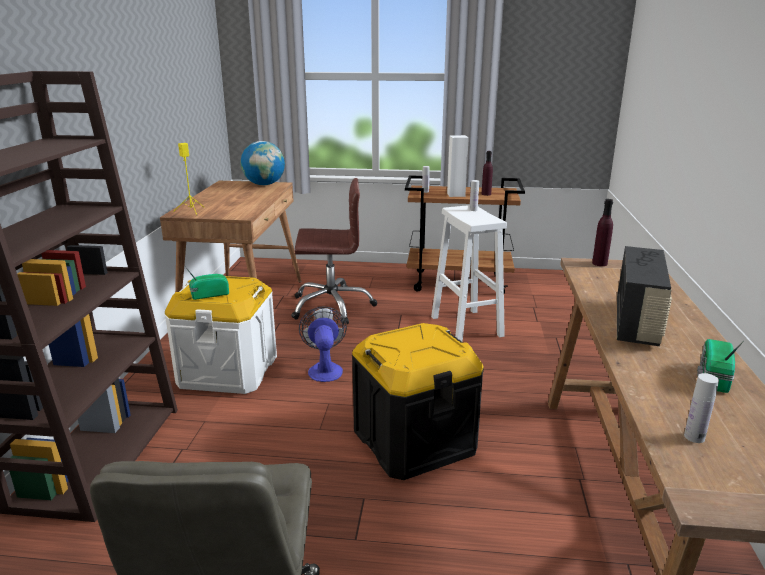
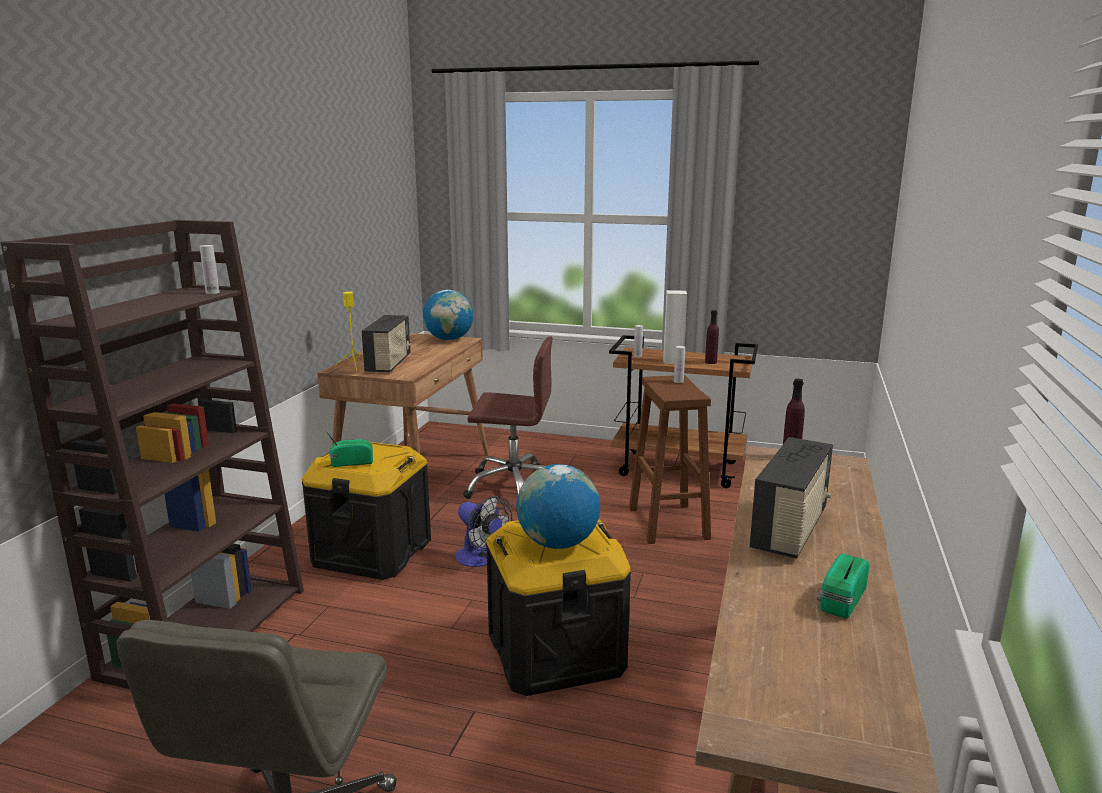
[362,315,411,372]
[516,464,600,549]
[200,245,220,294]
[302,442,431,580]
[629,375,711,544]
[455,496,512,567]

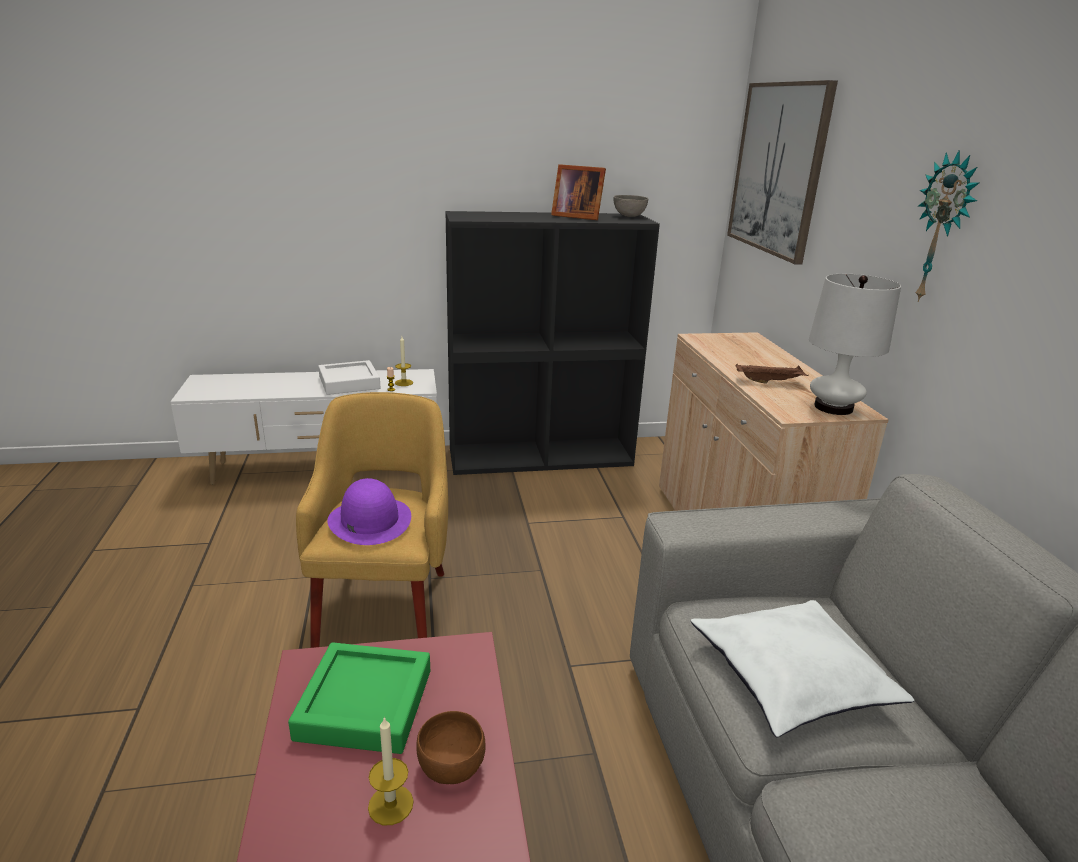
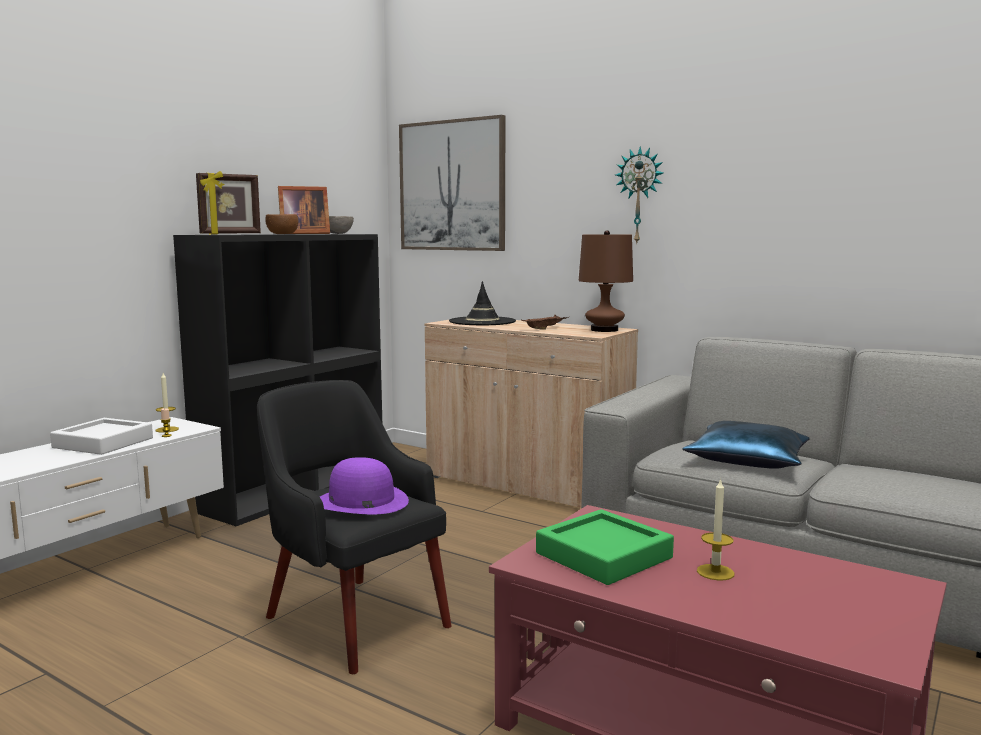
[196,171,261,235]
[449,281,516,326]
[266,214,298,234]
[257,380,452,674]
[682,421,810,469]
[579,230,633,332]

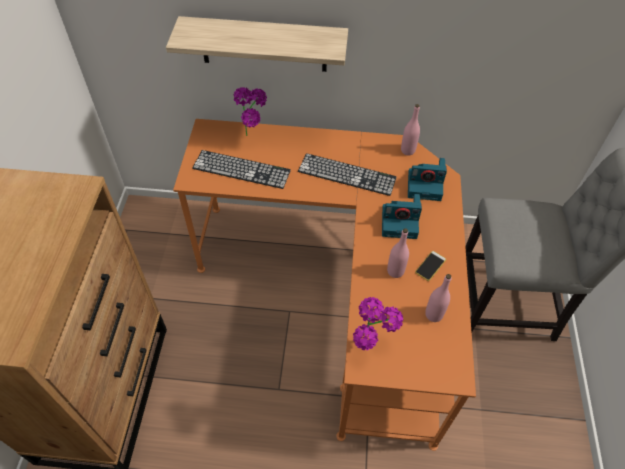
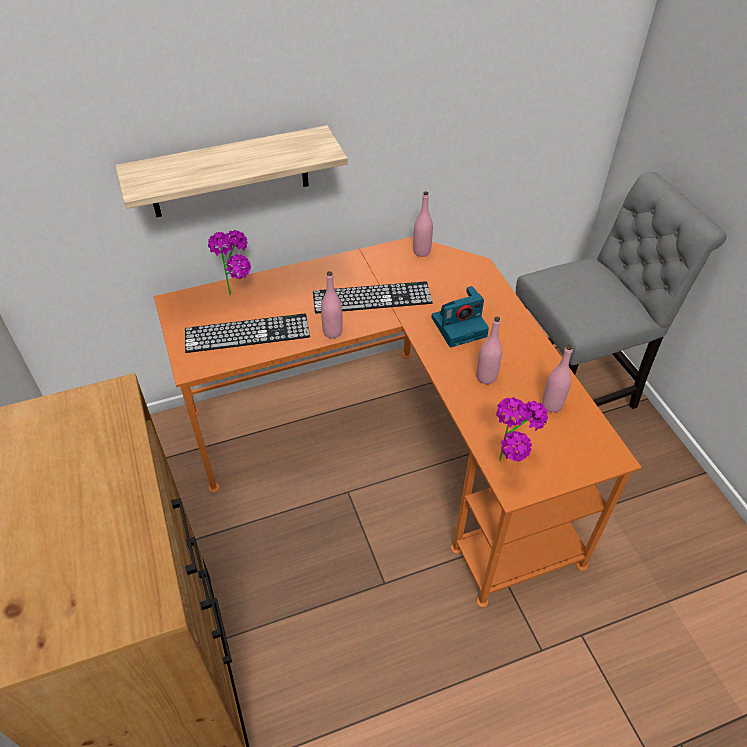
[408,158,447,201] (first image)
[415,251,446,281] (first image)
[321,271,343,339]

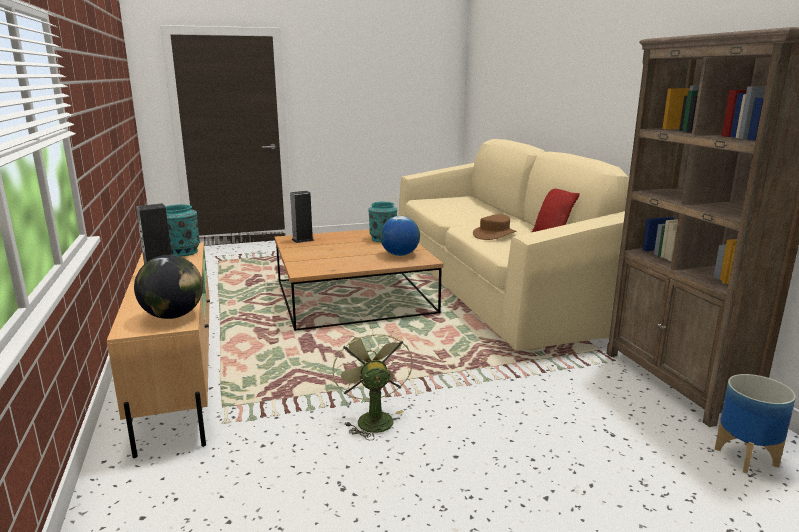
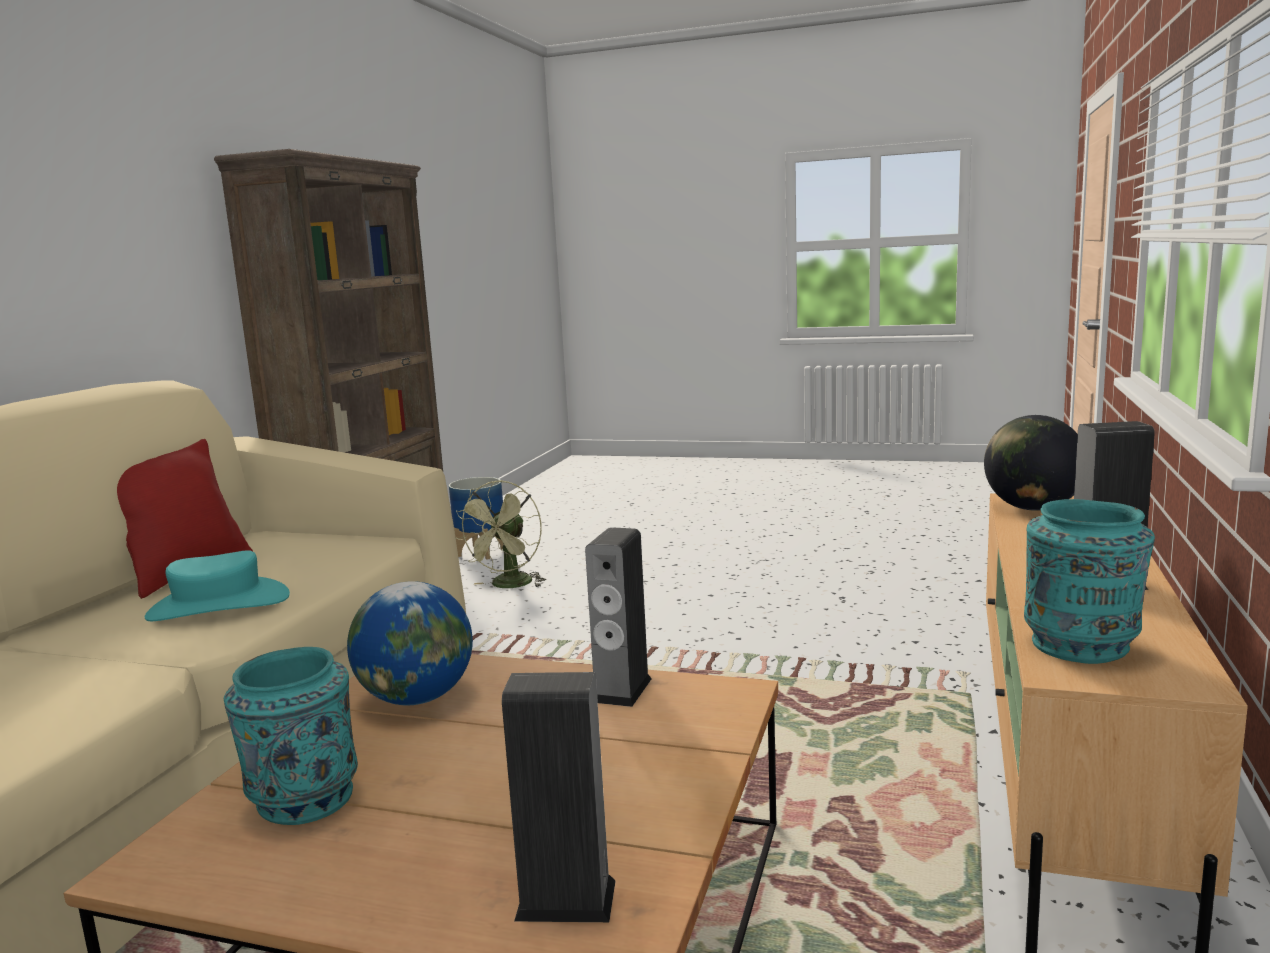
[585,527,652,707]
[456,480,546,588]
[145,550,290,621]

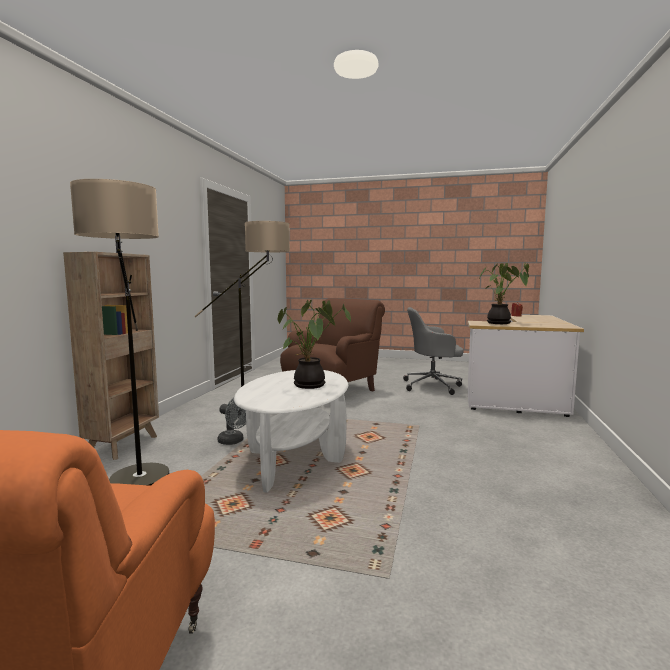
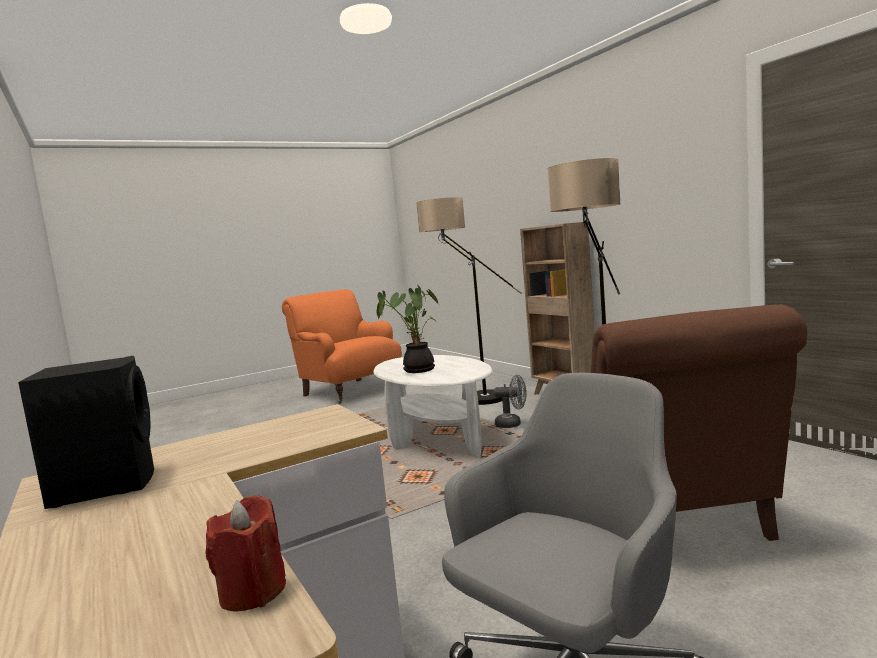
[479,263,529,324] (first image)
[18,356,154,509]
[494,375,527,428]

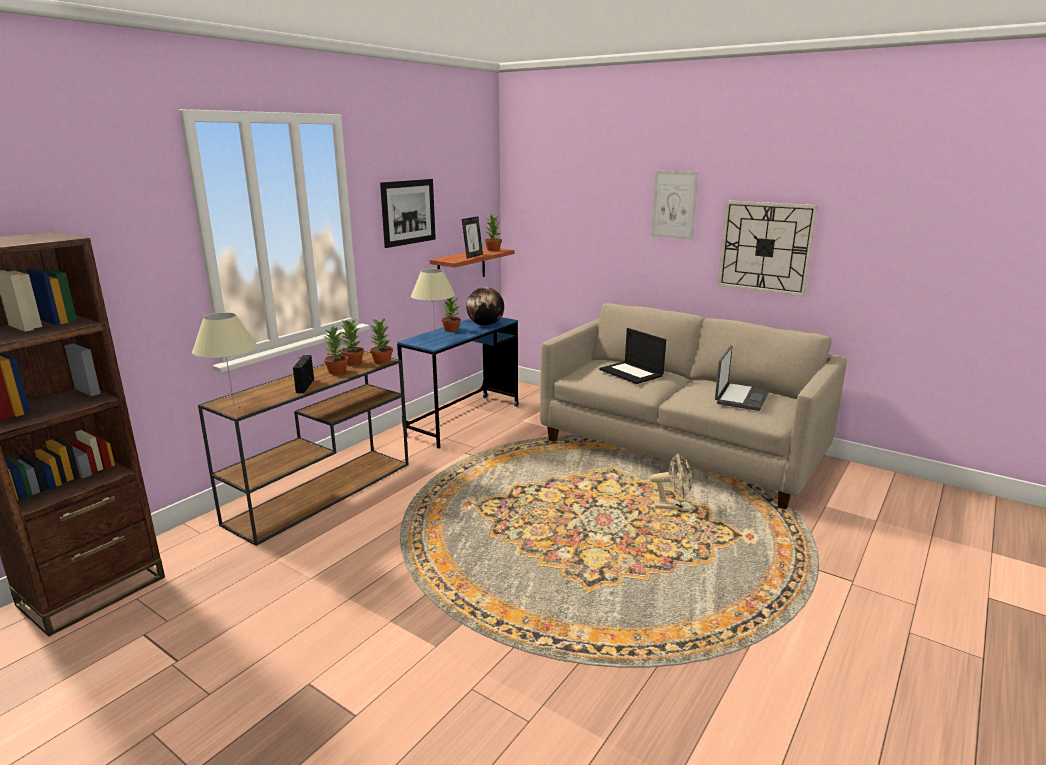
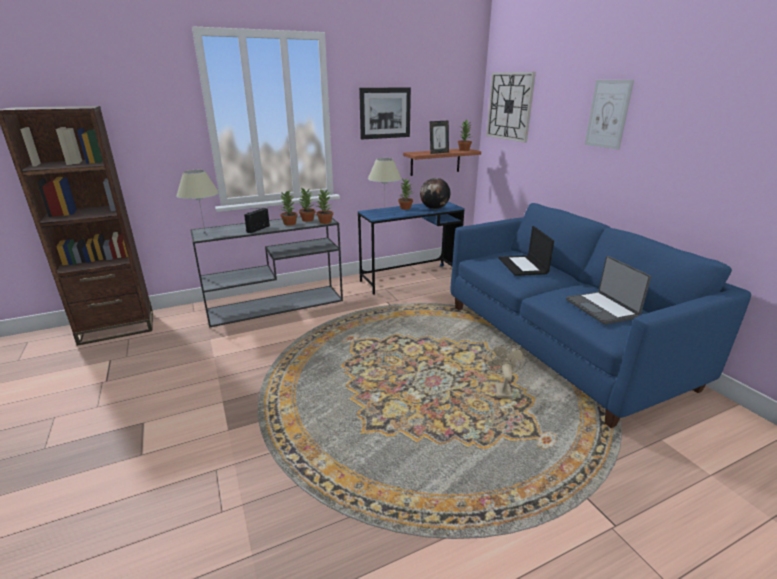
[486,72,536,143]
[190,215,343,328]
[450,203,751,428]
[485,344,527,399]
[566,256,651,325]

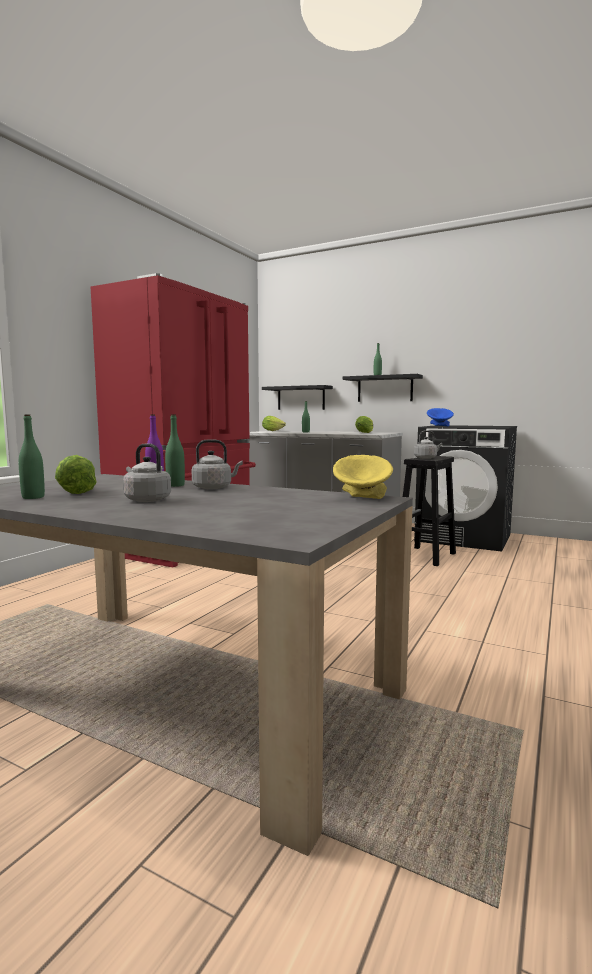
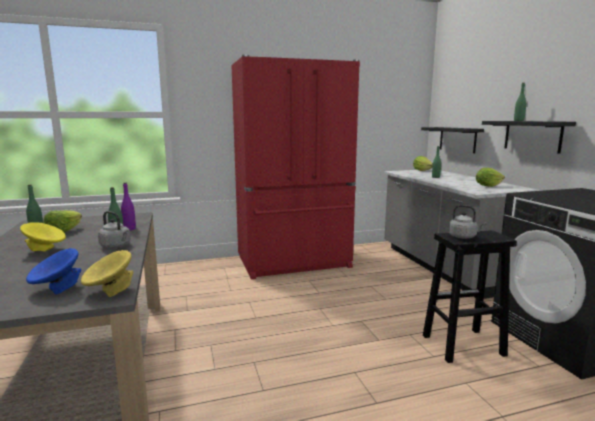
[26,248,81,294]
[20,222,66,251]

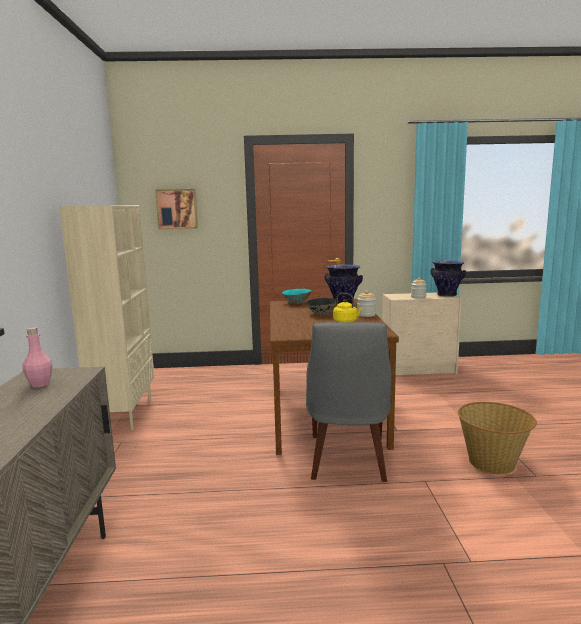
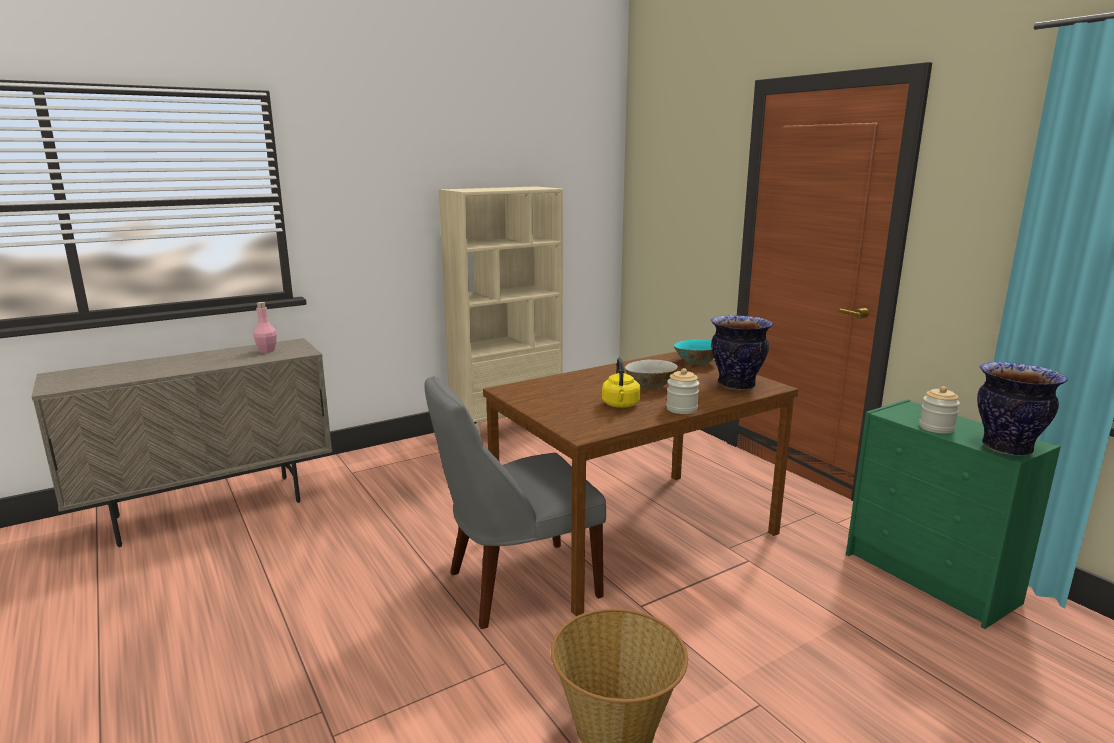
[155,189,198,229] (first image)
[625,360,678,389]
[846,399,1061,629]

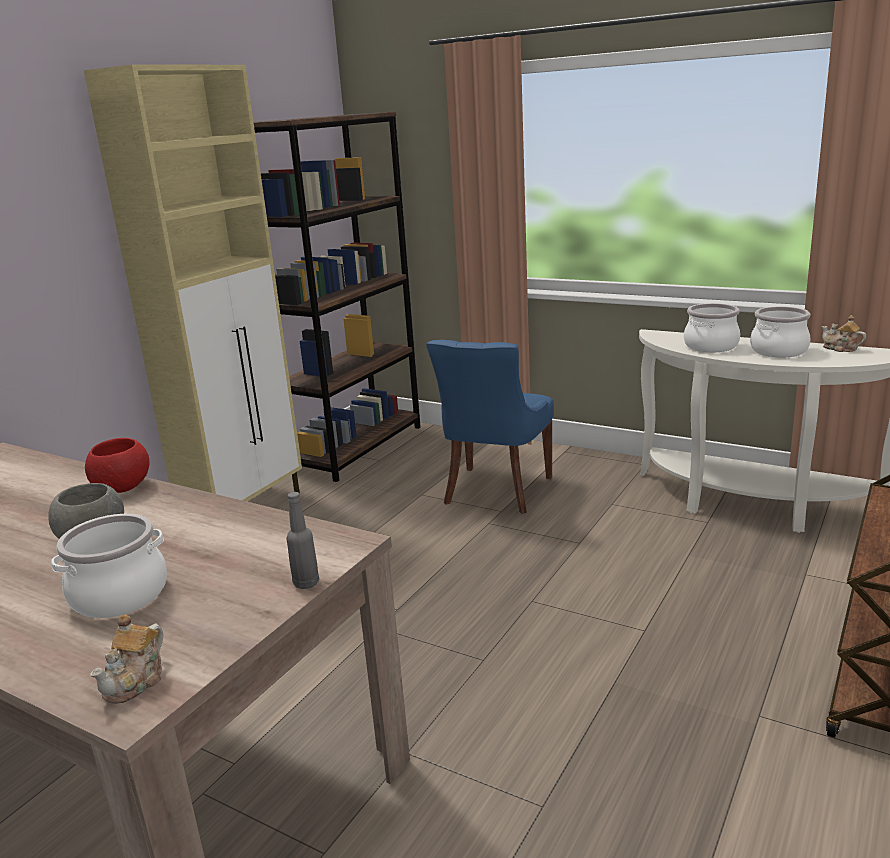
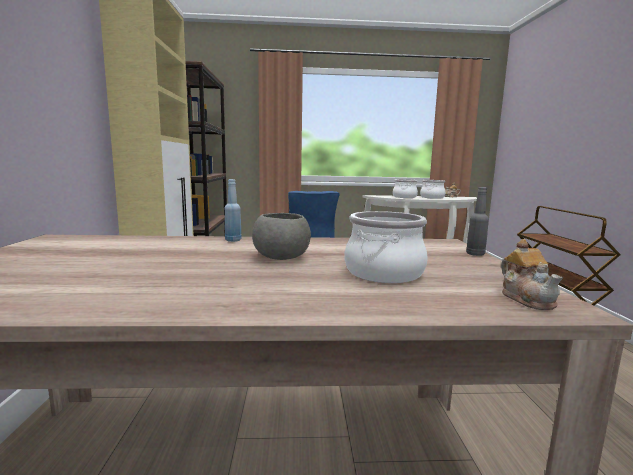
[225,179,241,242]

